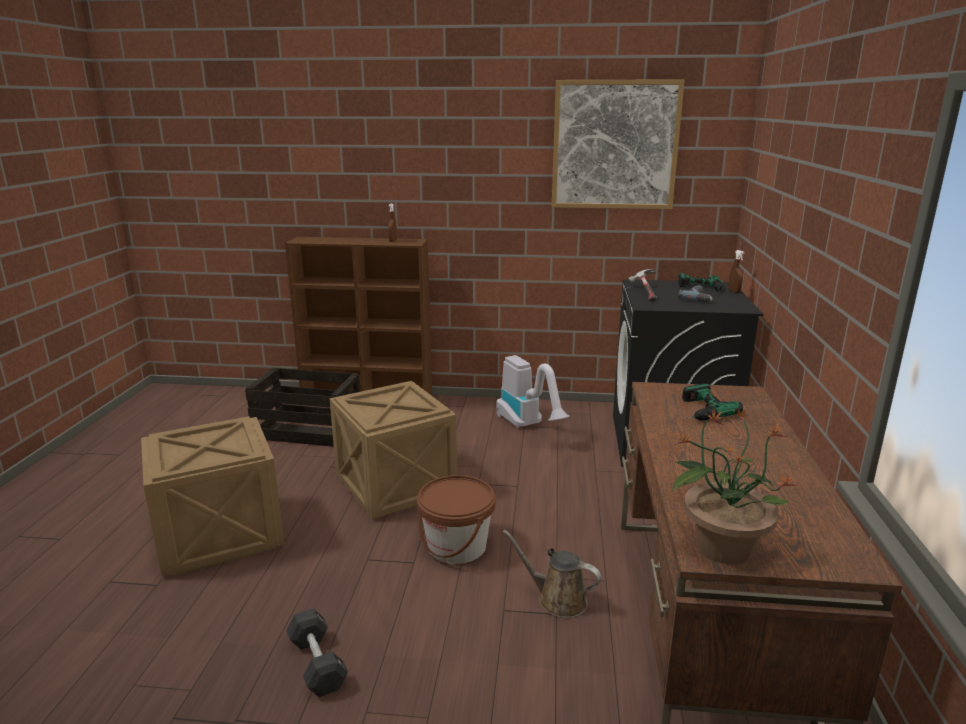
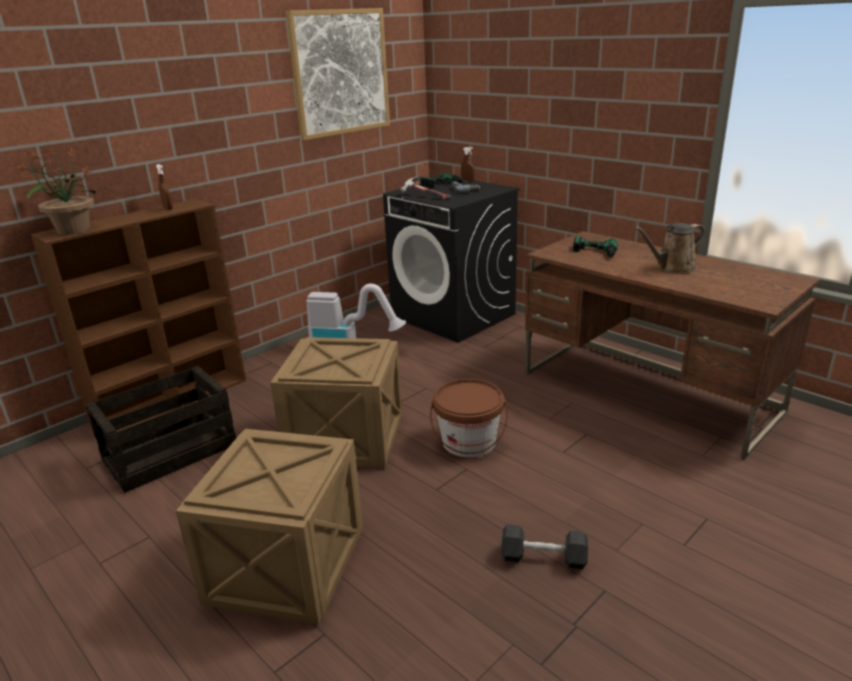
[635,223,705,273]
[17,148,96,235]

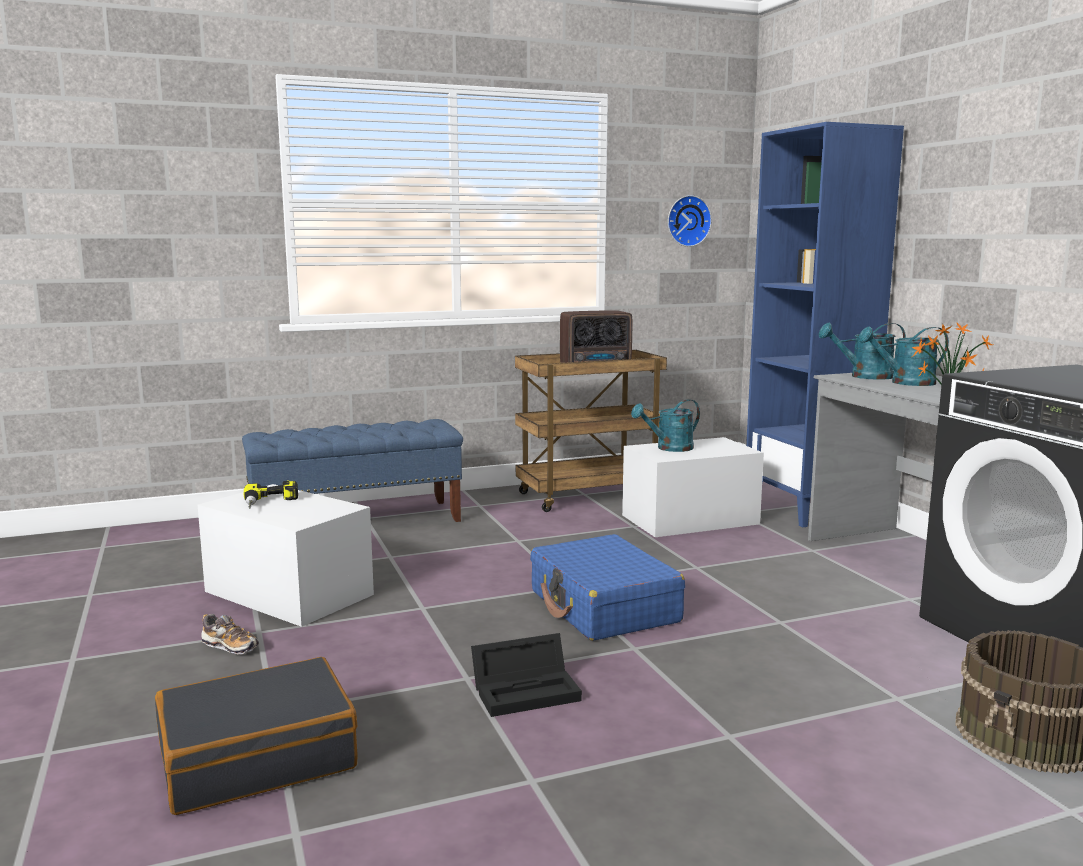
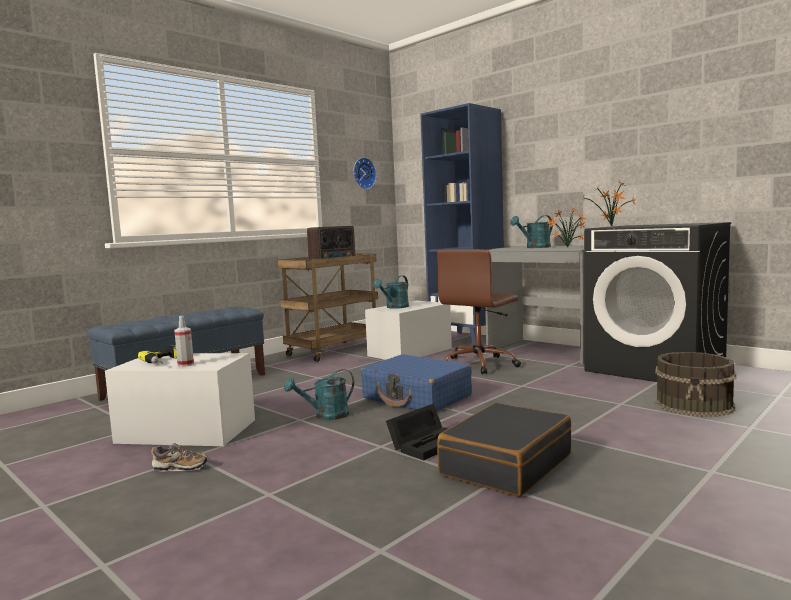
[174,316,194,367]
[437,249,521,374]
[582,181,636,226]
[437,403,571,497]
[284,369,354,420]

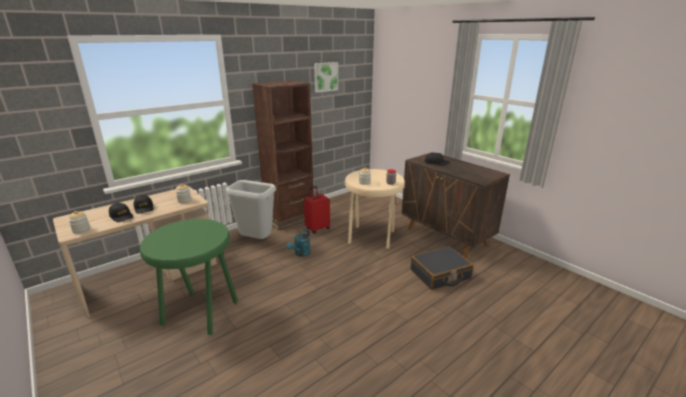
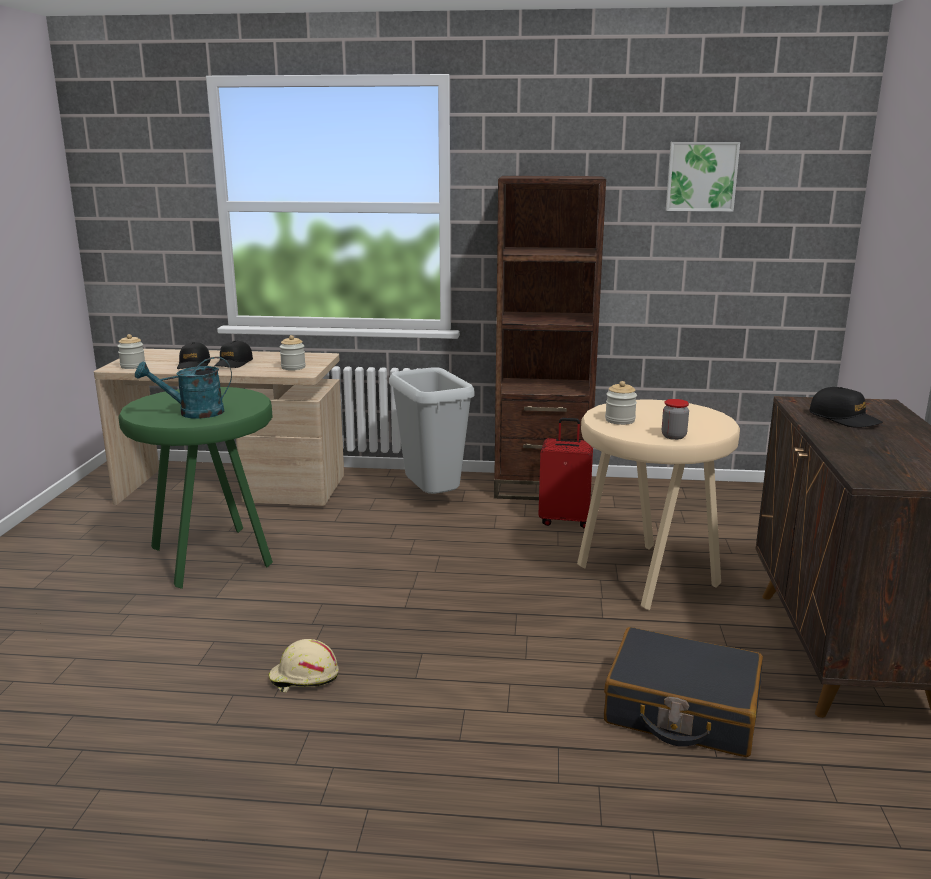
[268,639,339,692]
[135,357,232,419]

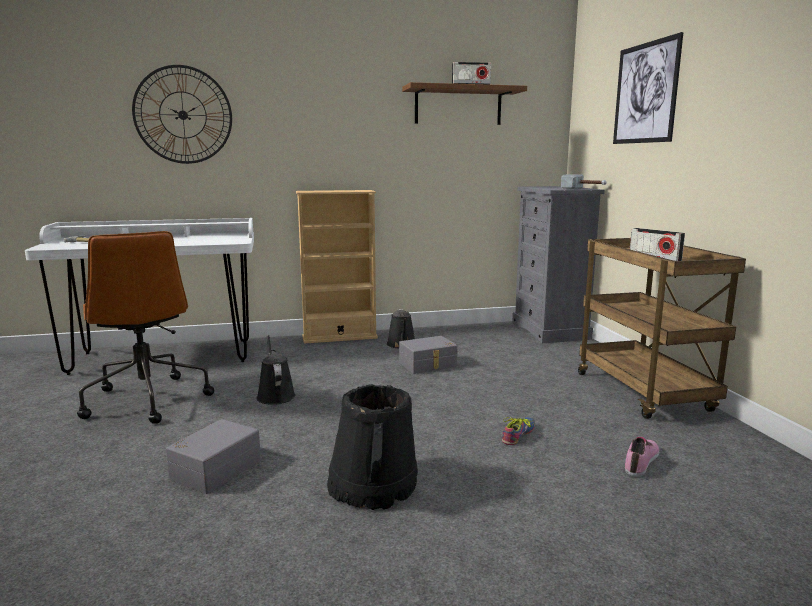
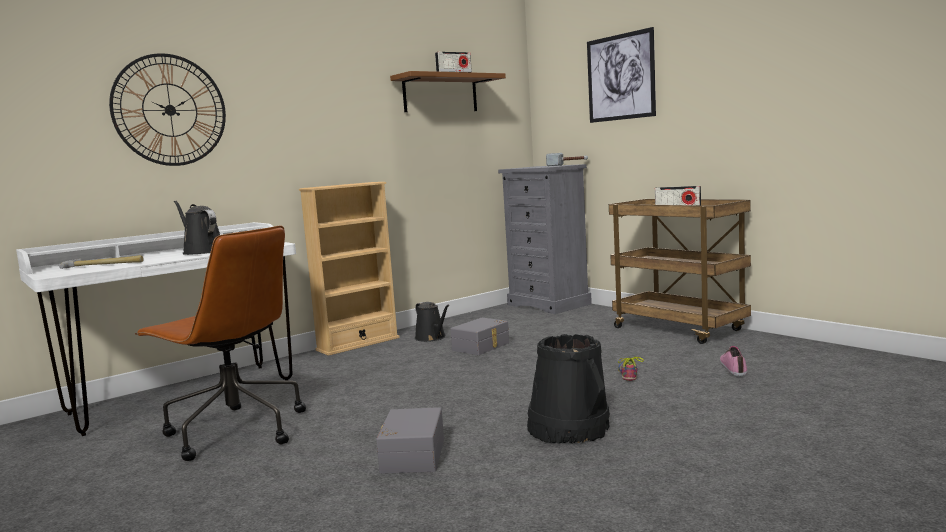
[174,200,220,255]

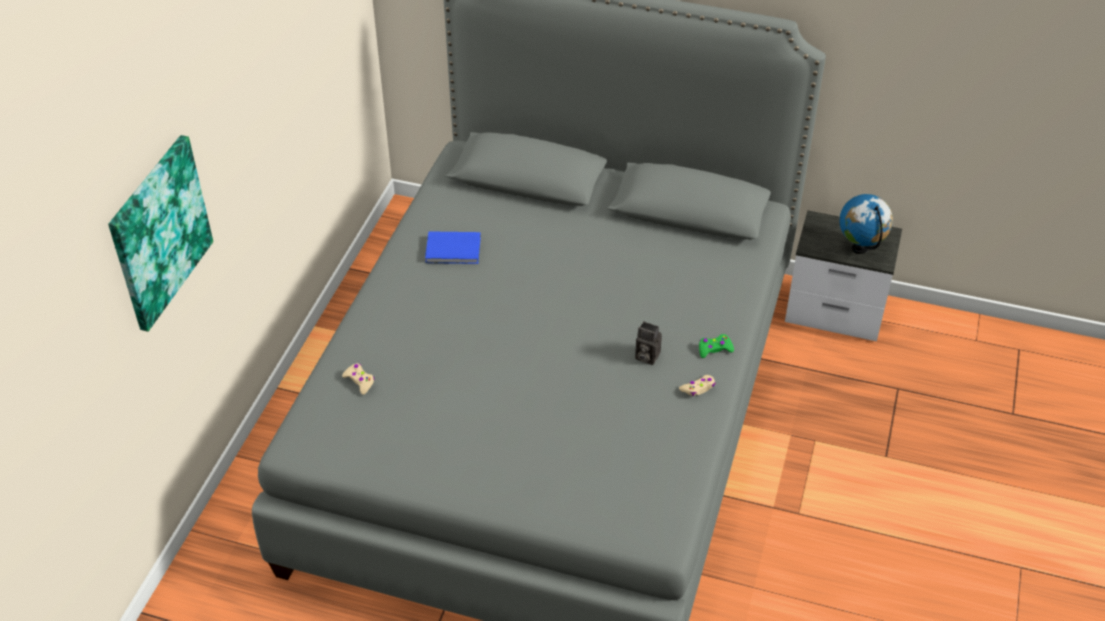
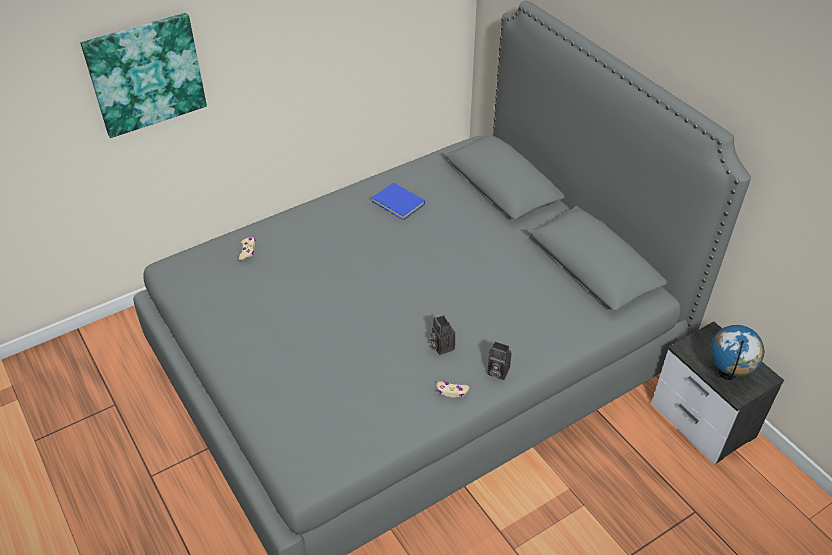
[487,341,512,380]

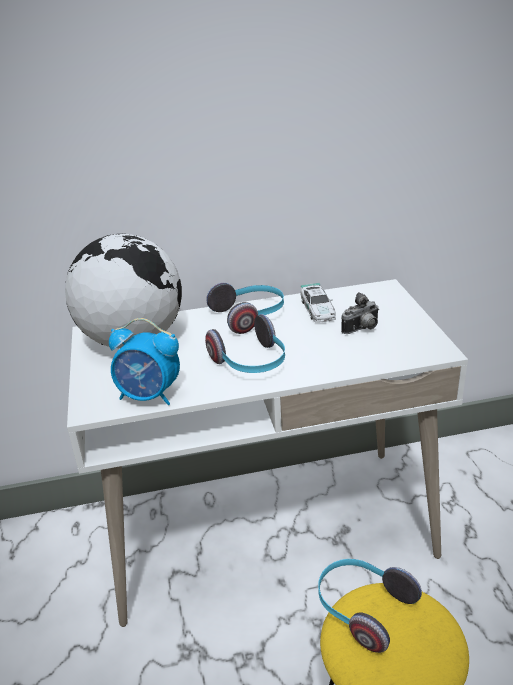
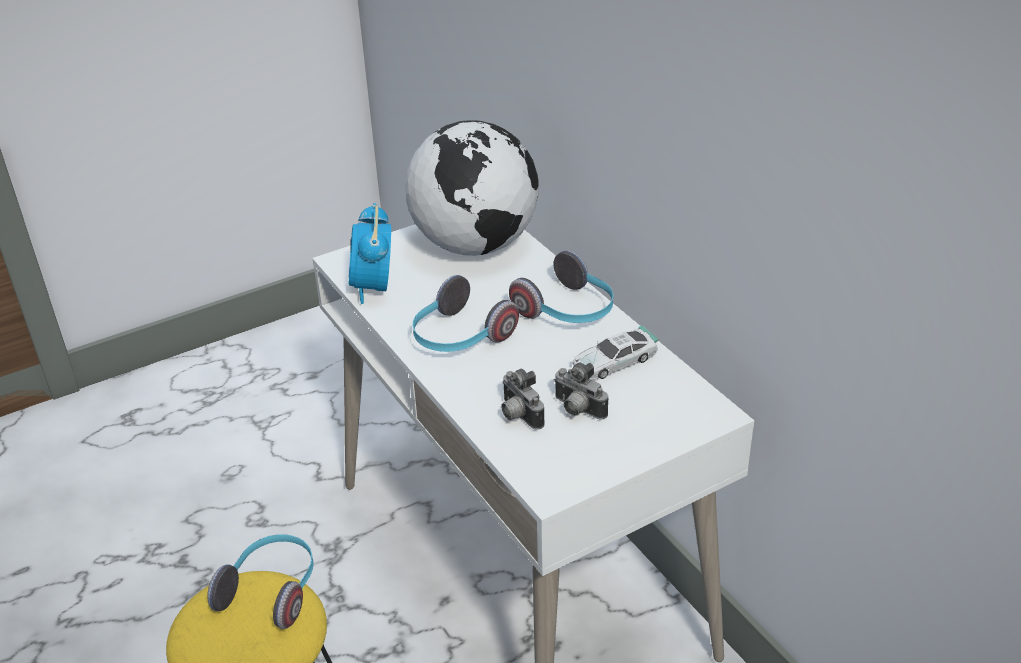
[501,369,545,430]

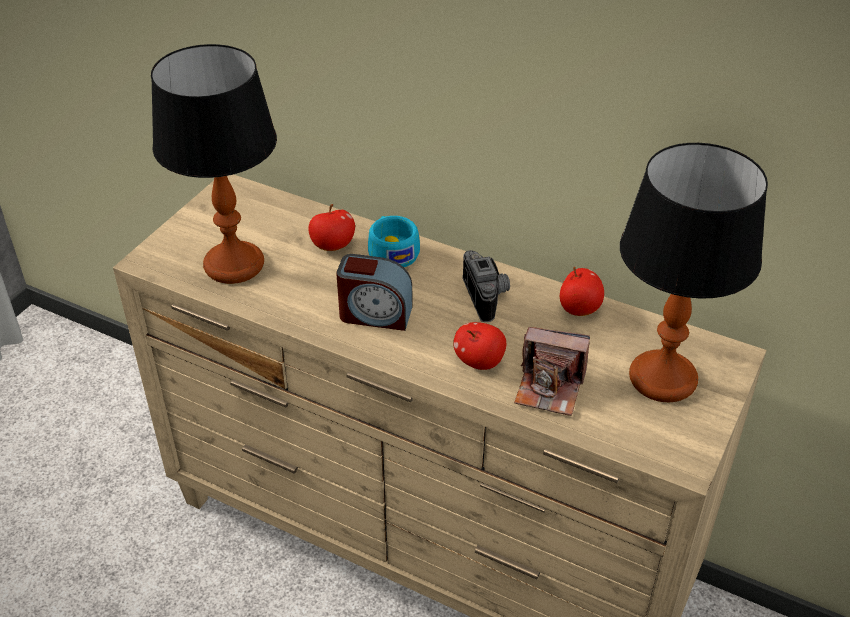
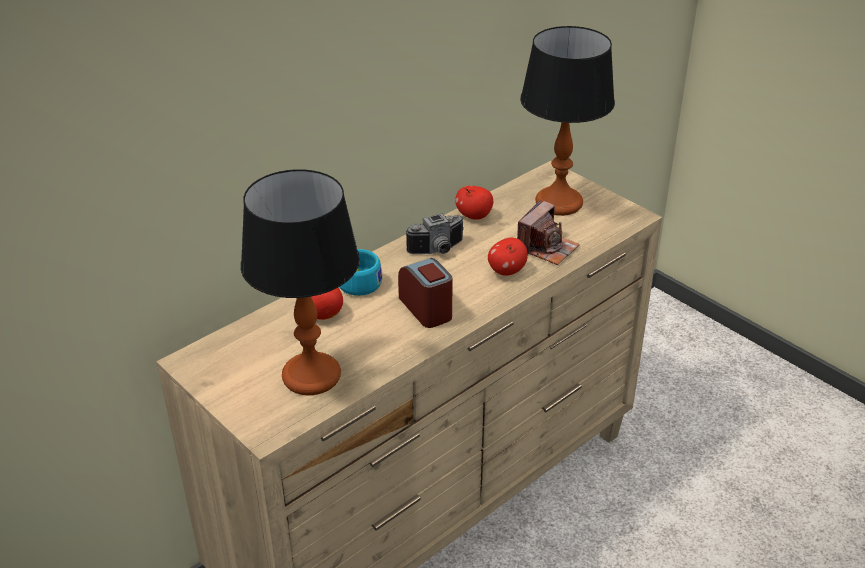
[398,258,453,328]
[405,213,464,254]

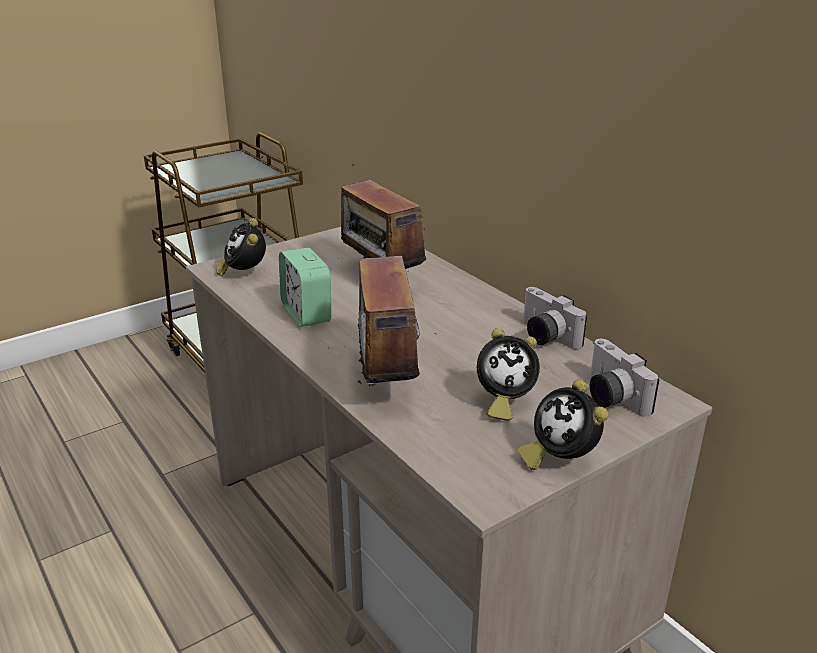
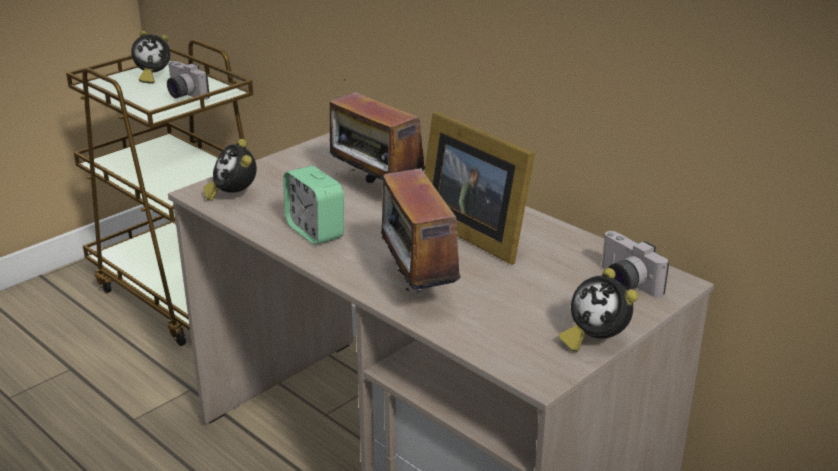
[424,112,535,265]
[131,30,170,84]
[167,61,210,100]

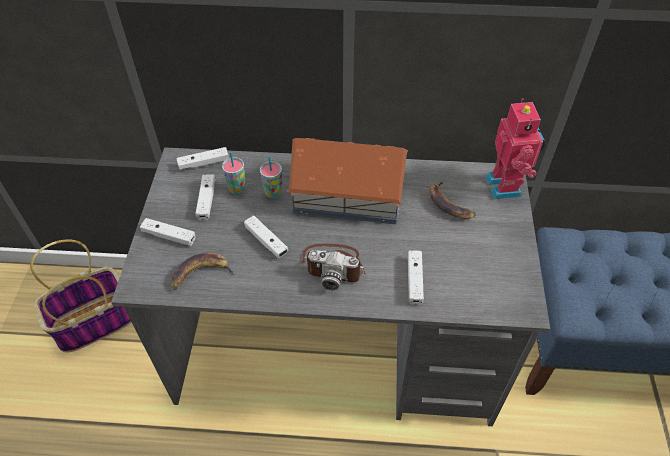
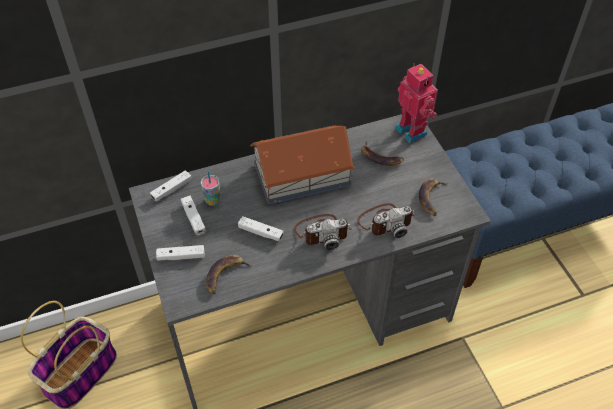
[260,156,282,199] (first image)
[419,179,448,216]
[357,203,415,238]

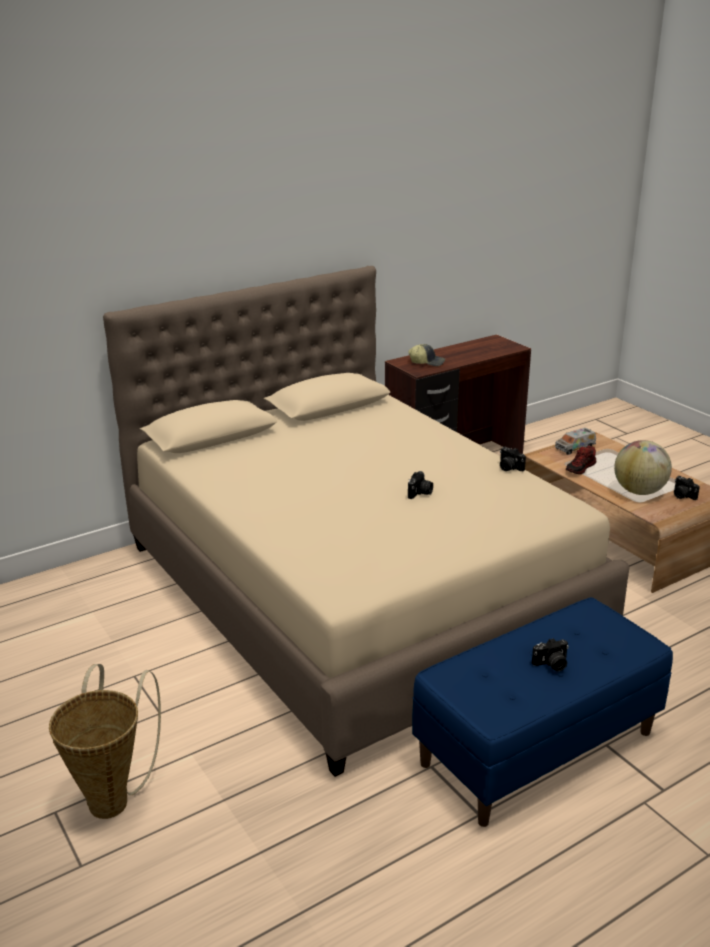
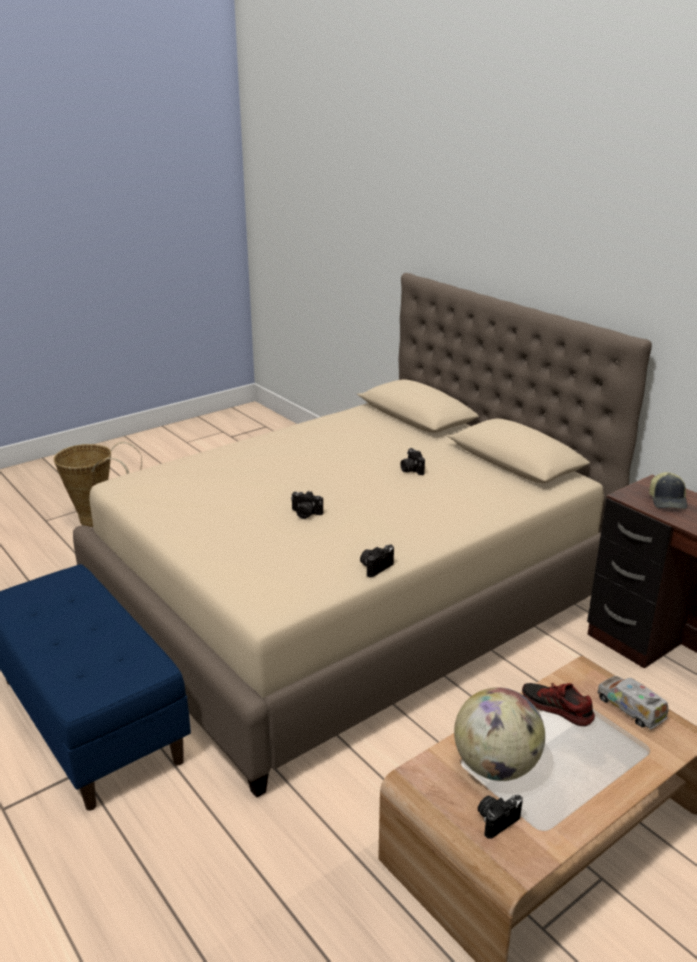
[400,448,425,475]

